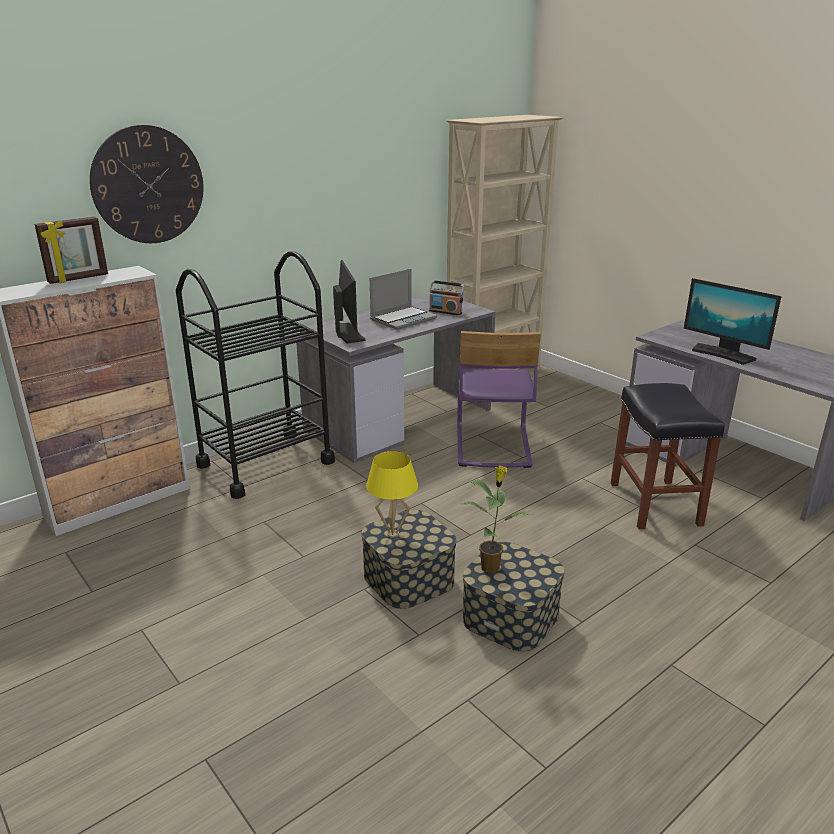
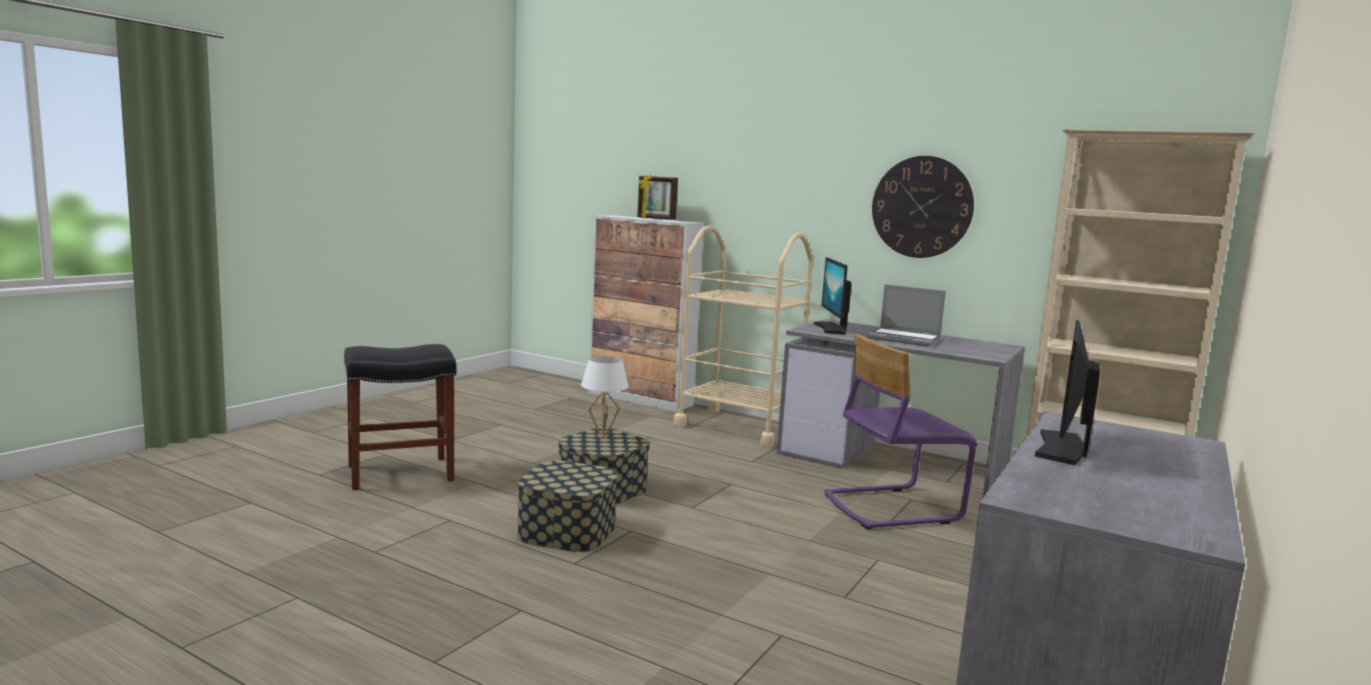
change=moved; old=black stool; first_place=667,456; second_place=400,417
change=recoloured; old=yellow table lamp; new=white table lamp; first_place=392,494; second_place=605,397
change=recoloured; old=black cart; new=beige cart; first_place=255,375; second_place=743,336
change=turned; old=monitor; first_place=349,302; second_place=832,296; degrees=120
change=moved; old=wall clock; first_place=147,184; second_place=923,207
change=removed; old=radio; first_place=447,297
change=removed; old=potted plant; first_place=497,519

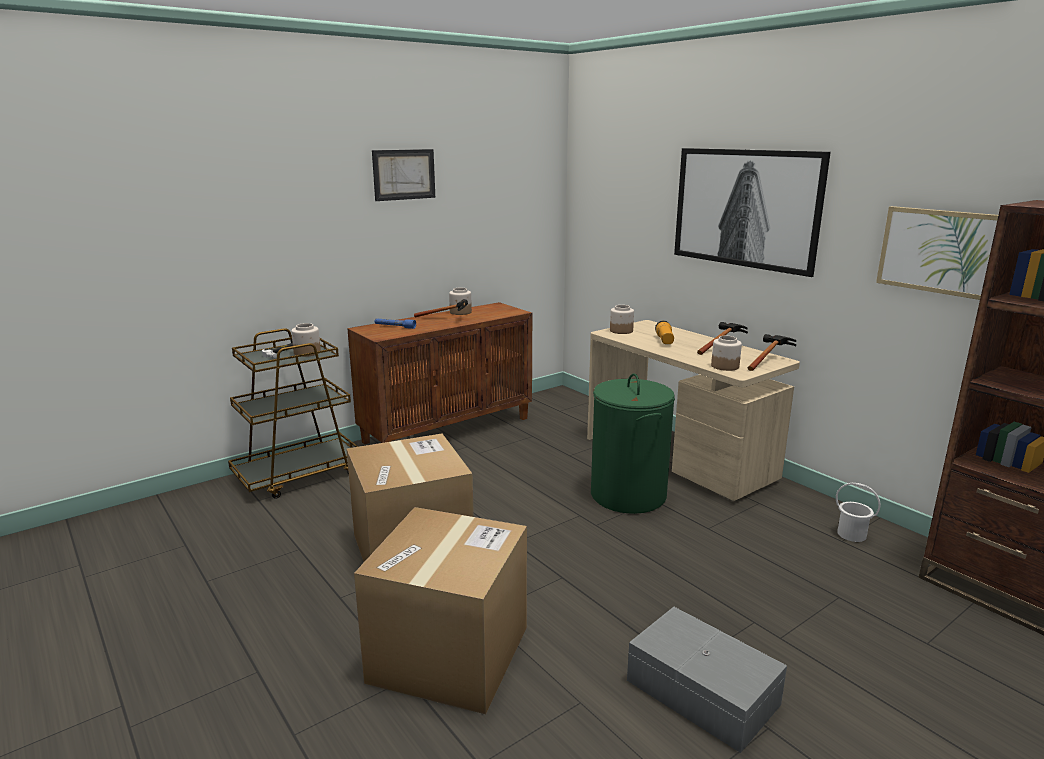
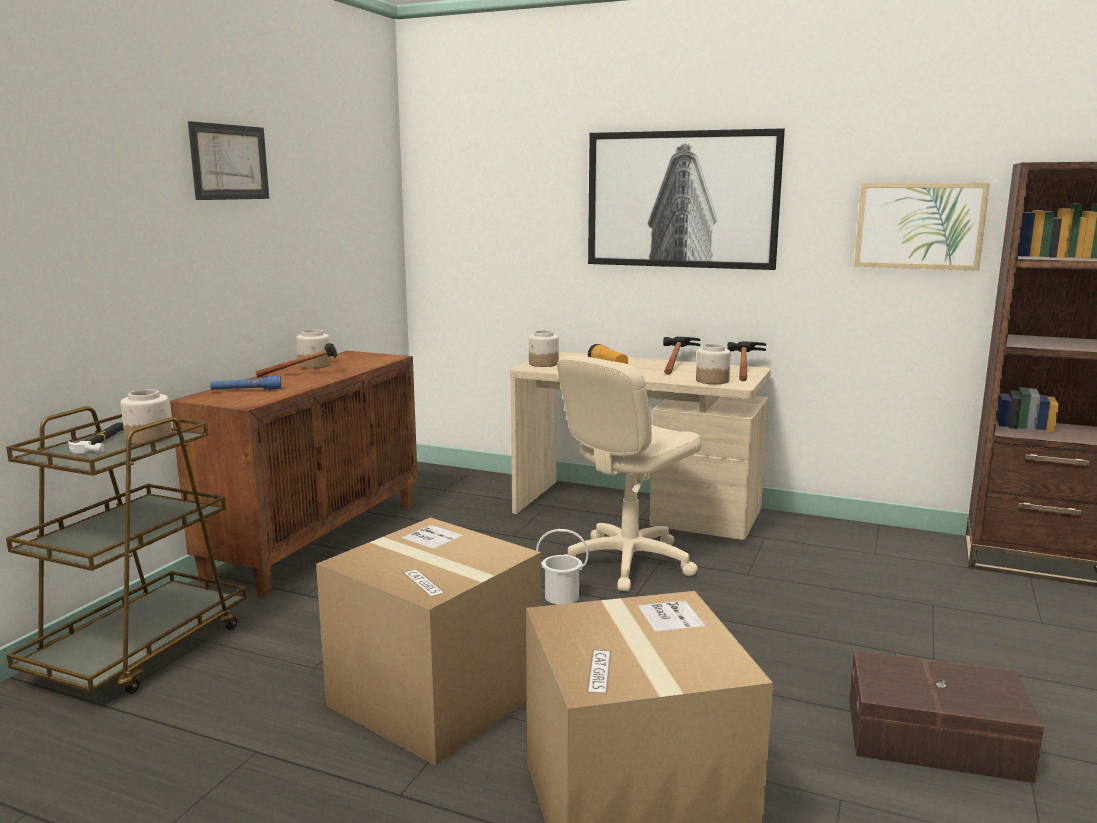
change=moved; old=white bucket; first_place=858,512; second_place=562,567
change=replaced; old=green laundry basket; new=beige office chair; first_place=633,444; second_place=629,473
change=recoloured; old=grey storage box; new=brown storage box; first_place=707,680; second_place=946,717

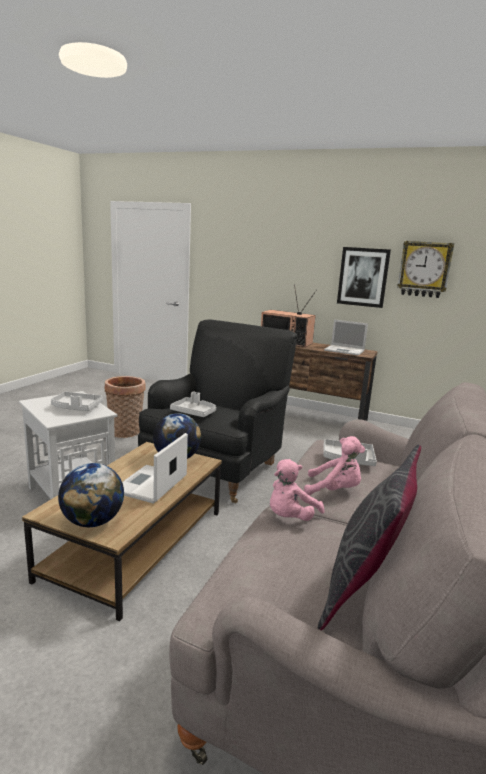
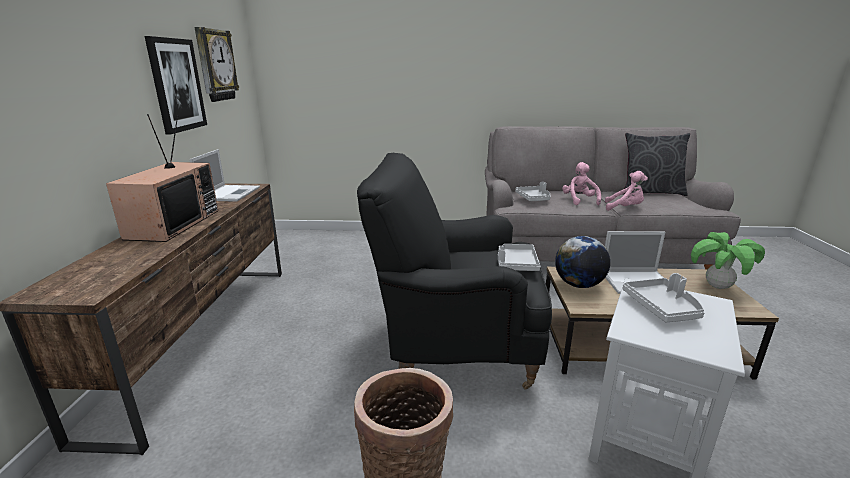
change=replaced; old=globe; new=potted plant; first_place=91,495; second_place=728,260

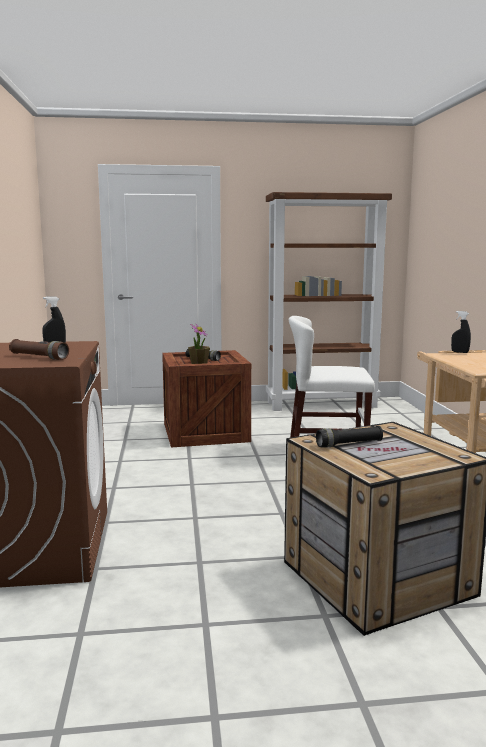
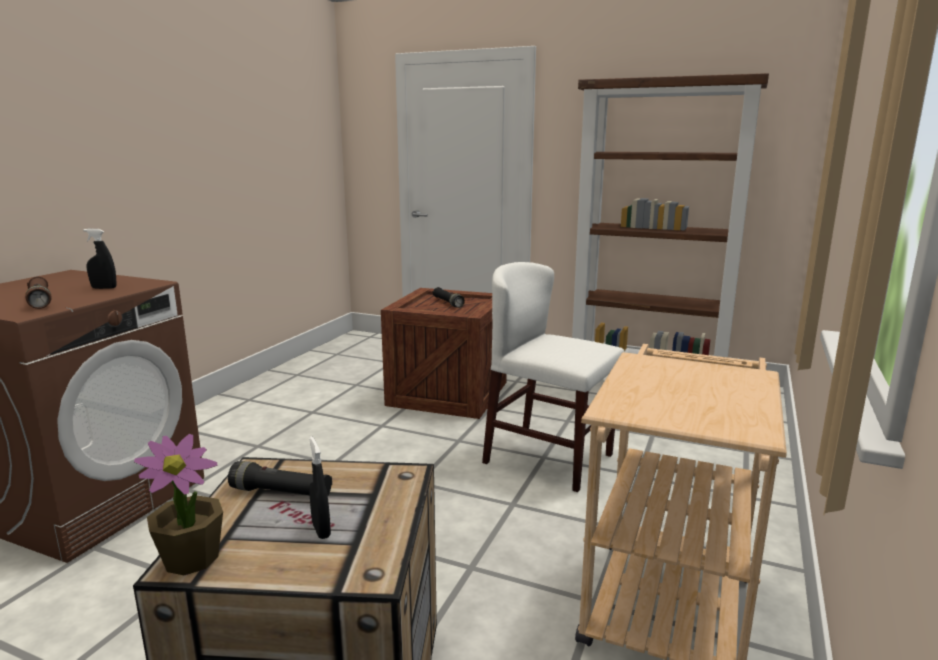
change=moved; old=potted plant; first_place=199,343; second_place=178,504
change=moved; old=black spray bottle; first_place=461,332; second_place=320,487

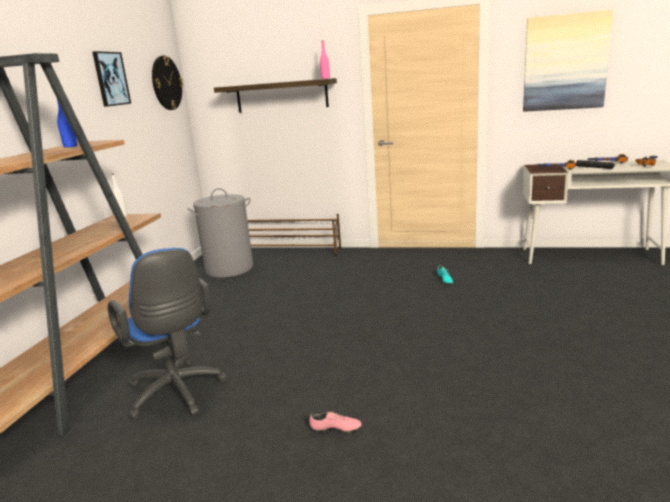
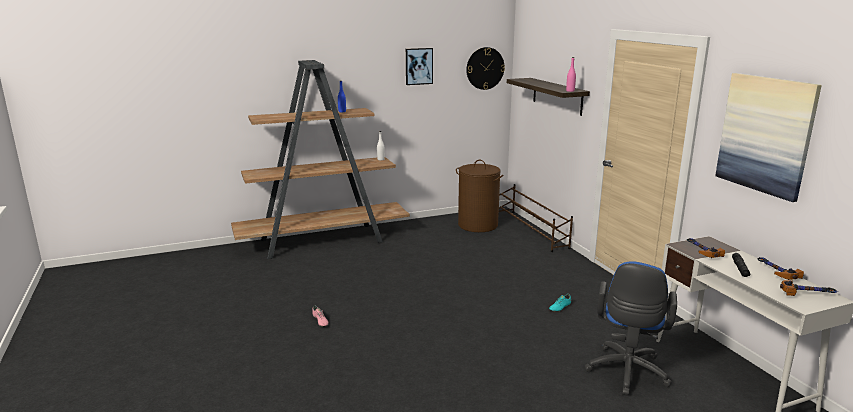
change=recoloured; old=grey laundry basket; new=brown laundry basket; first_place=220,233; second_place=479,196
change=moved; old=blue office chair; first_place=167,334; second_place=631,328

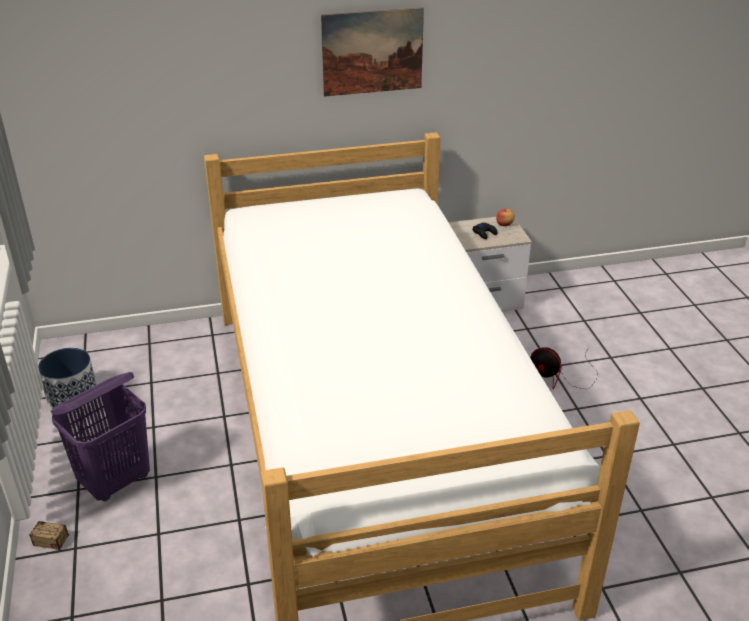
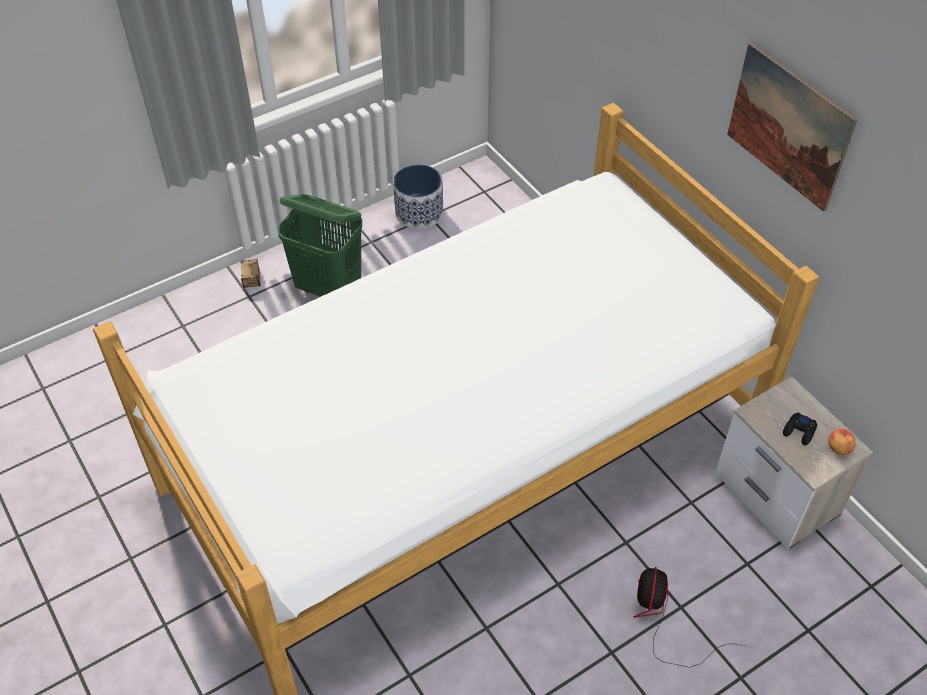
change=recoloured; old=purple laundry basket; new=green laundry basket; first_place=100,436; second_place=319,245

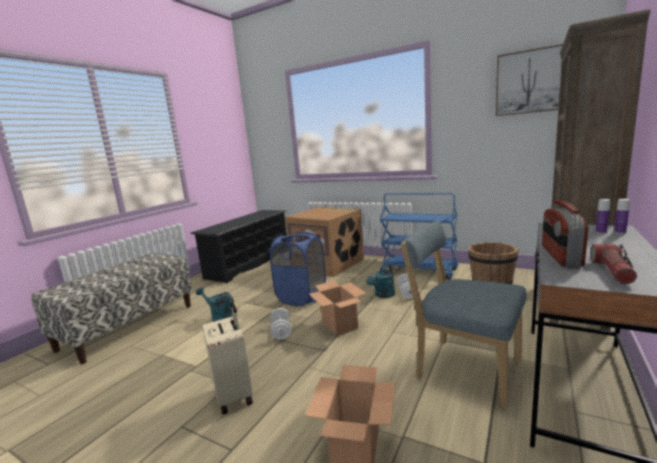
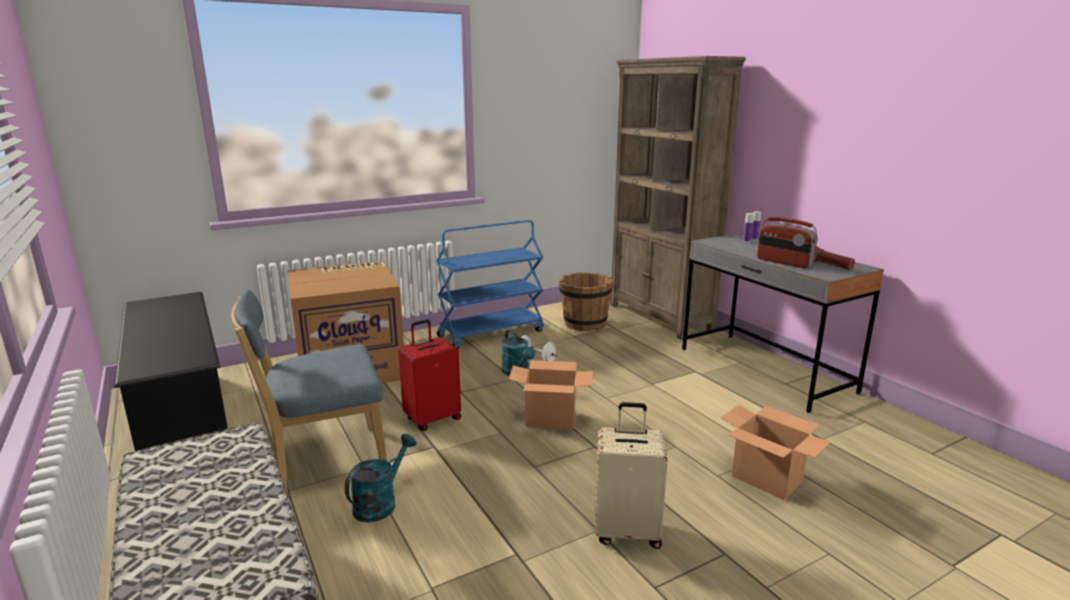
change=moved; old=blue chair; first_place=464,314; second_place=309,391
change=turned; old=turquoise watering can; first_place=215,304; second_place=381,478; degrees=150
change=replaced; old=blue laundry basket; new=red suitcase; first_place=298,269; second_place=429,375
change=removed; old=white dumbbell; first_place=280,324
change=removed; old=picture; first_place=529,80

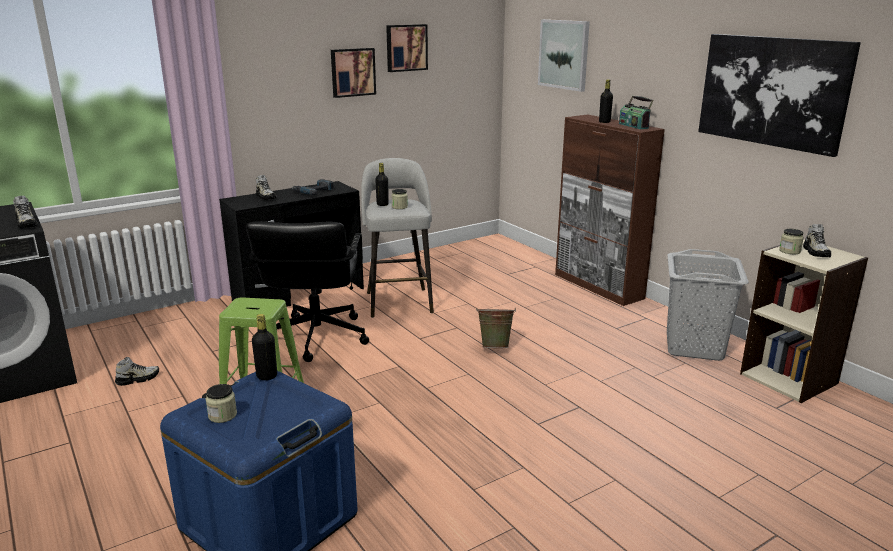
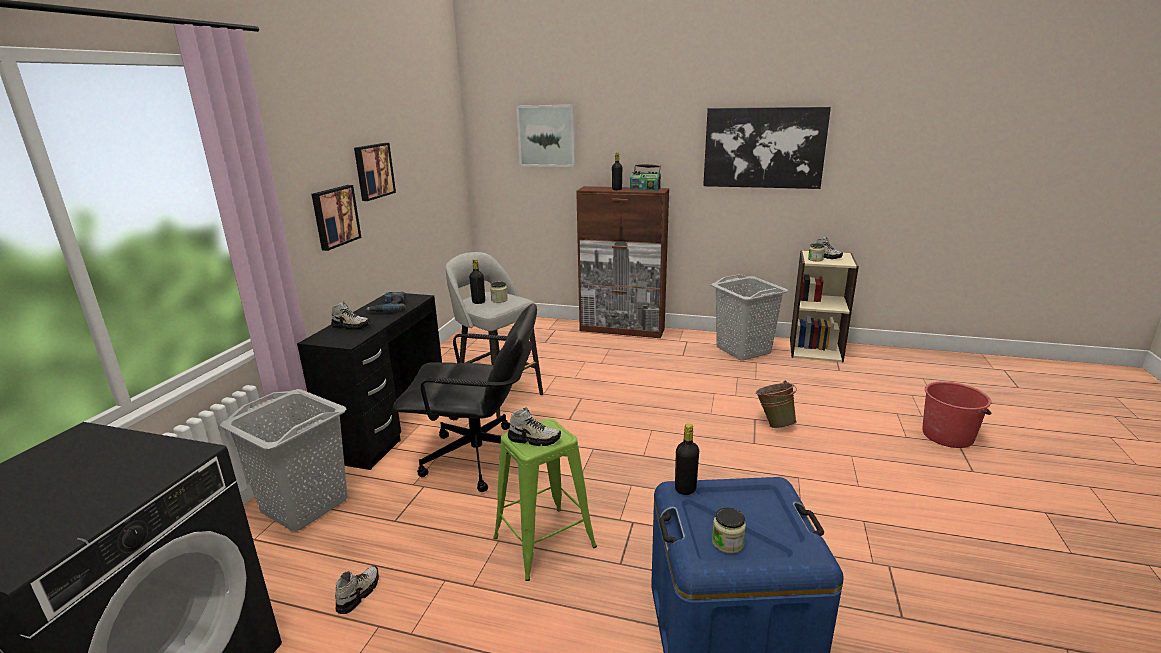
change=added; new=grey laundry basket; second_place=284,460
change=moved; old=picture; first_place=407,48; second_place=337,218
change=turned; old=black office chair; first_place=307,291; second_place=465,398; degrees=-45
change=moved; old=shoe; first_place=25,212; second_place=534,426
change=moved; old=green bucket; first_place=496,327; second_place=776,404
change=added; new=red bucket; second_place=957,414

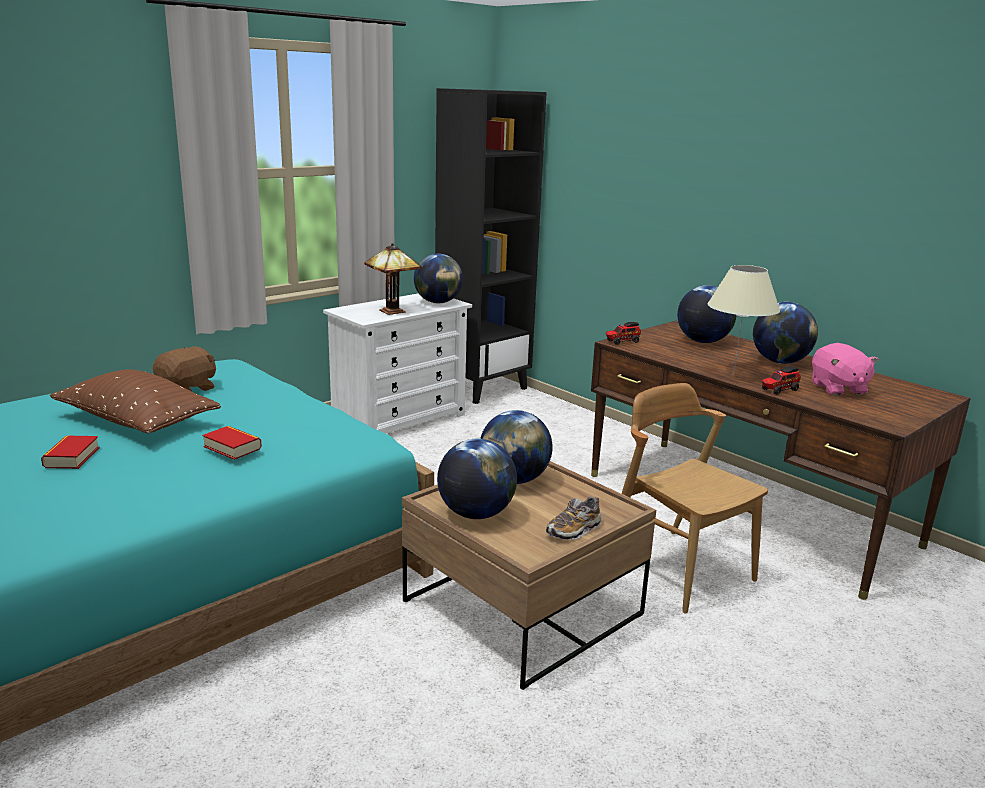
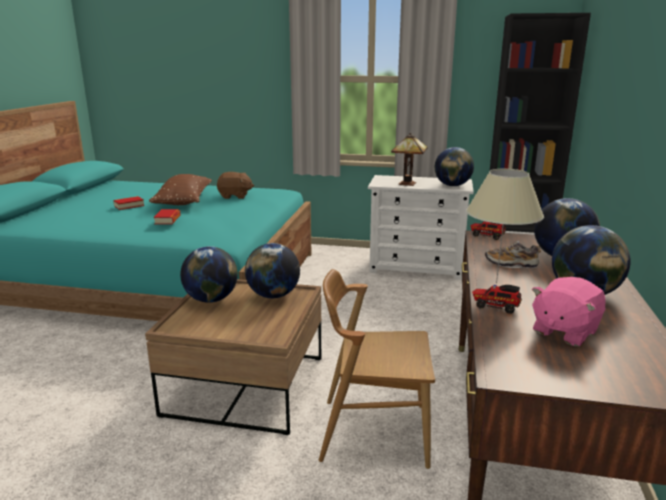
change=turned; old=brown chair; first_place=695,498; second_place=377,369; degrees=-105
change=moved; old=shoe; first_place=573,518; second_place=513,254

